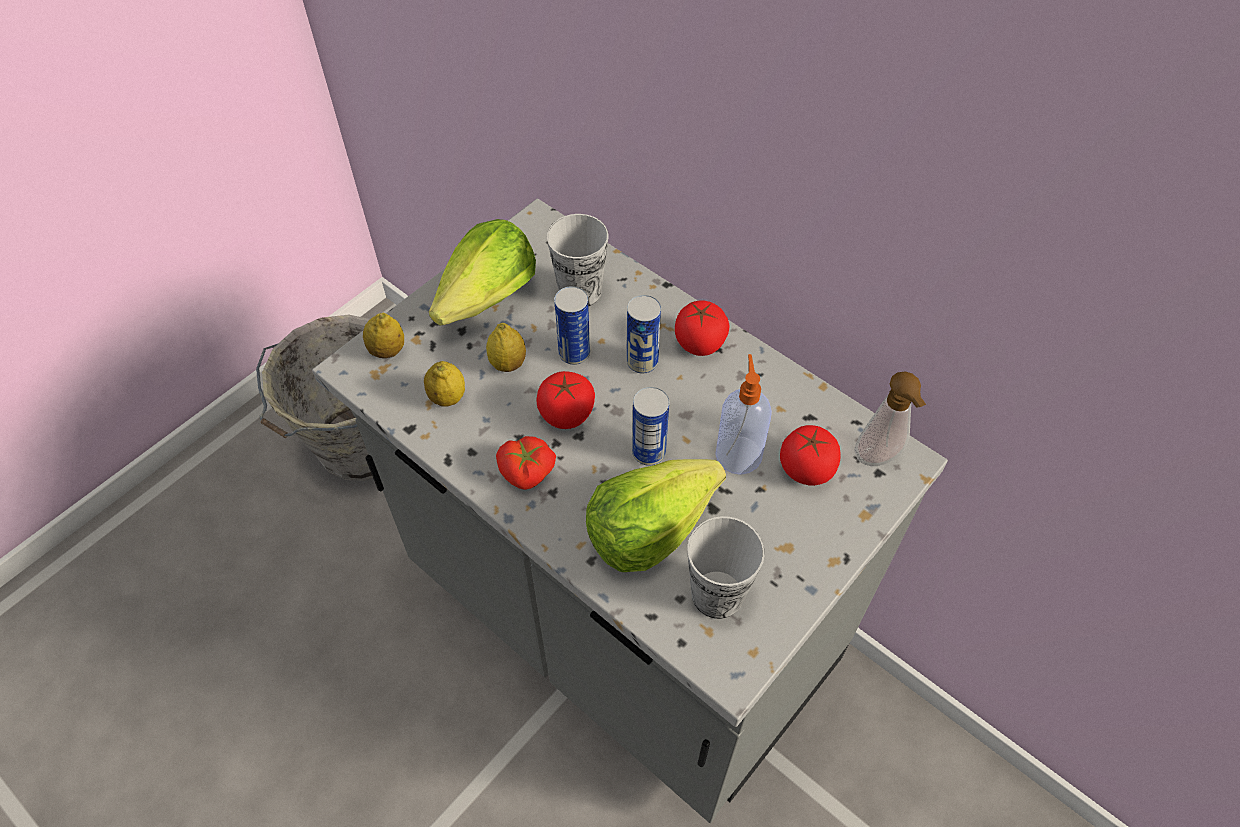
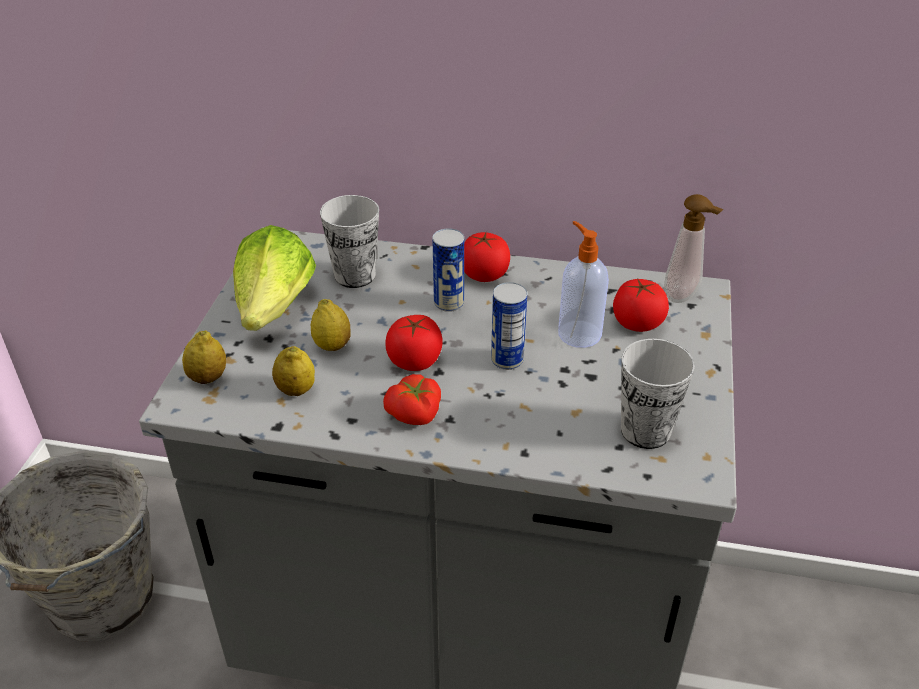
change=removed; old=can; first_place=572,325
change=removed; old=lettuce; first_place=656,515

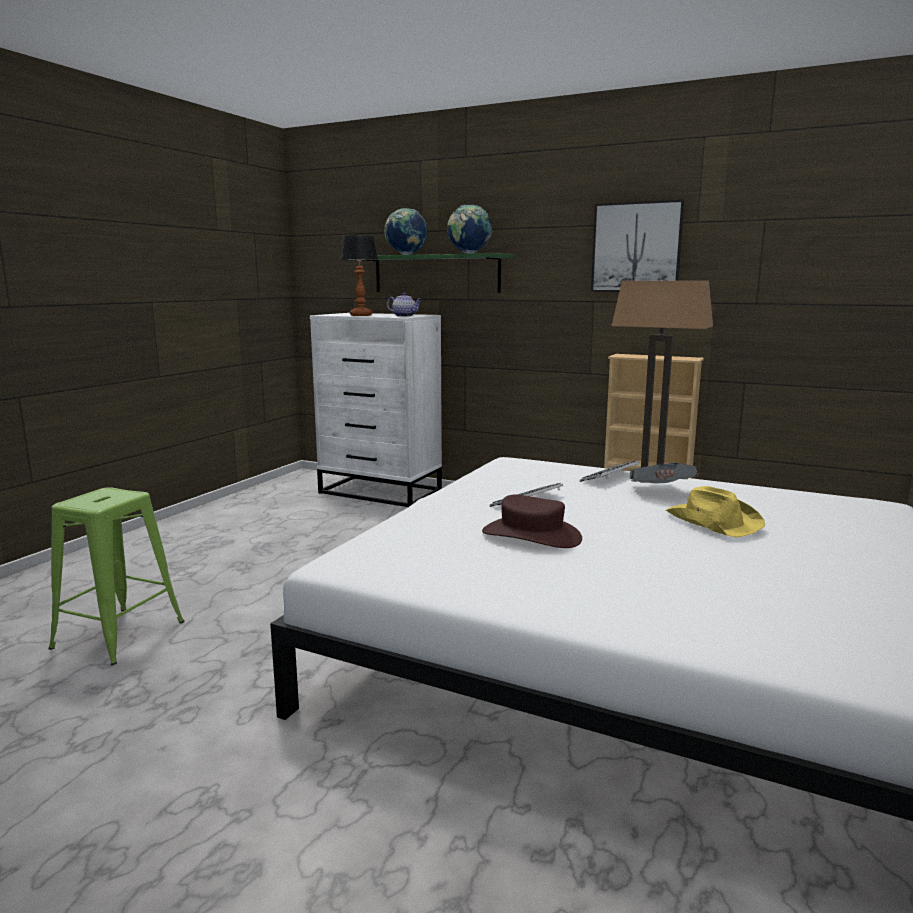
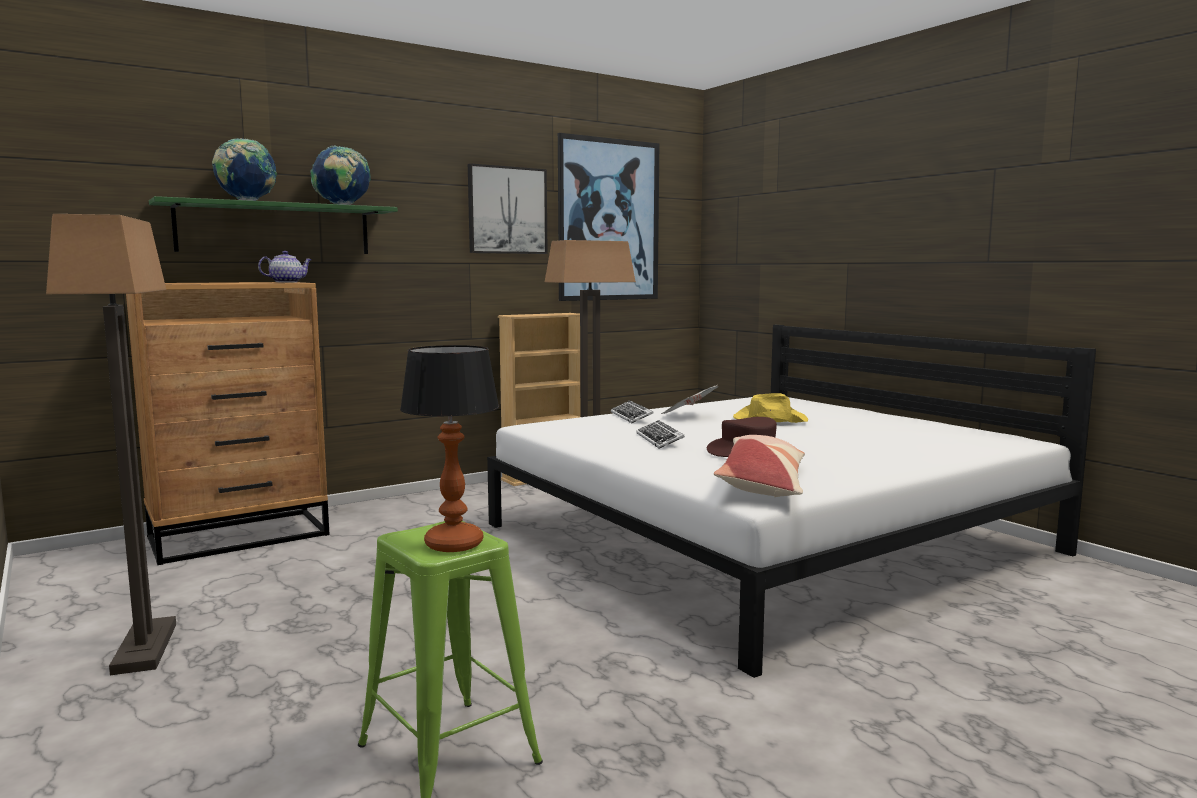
change=added; new=floor lamp; second_place=111,444
change=recoloured; old=white dresser; new=brown dresser; first_place=376,410; second_place=228,423
change=moved; old=table lamp; first_place=359,275; second_place=449,448
change=added; new=picture; second_place=608,217
change=added; new=pillow; second_place=759,466

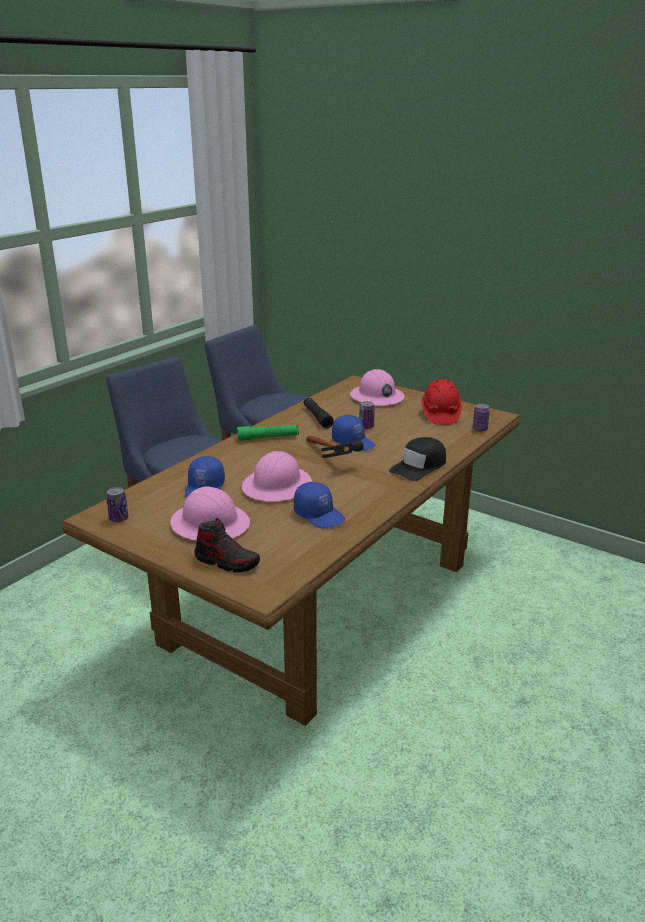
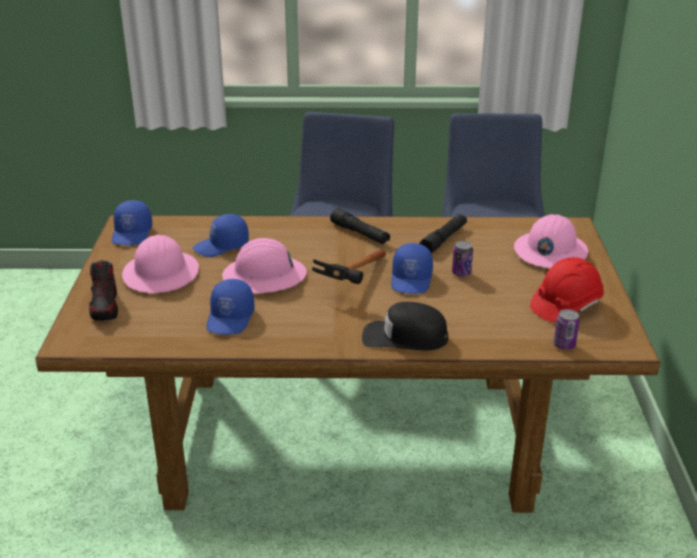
change=replaced; old=can; new=blue cap; first_place=117,504; second_place=132,222
change=recoloured; old=green flashlight; new=black flashlight; first_place=268,433; second_place=360,226

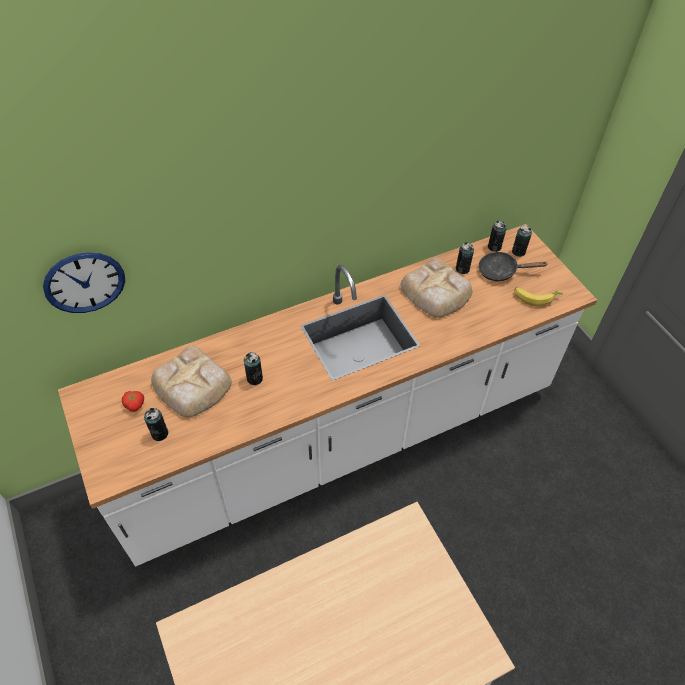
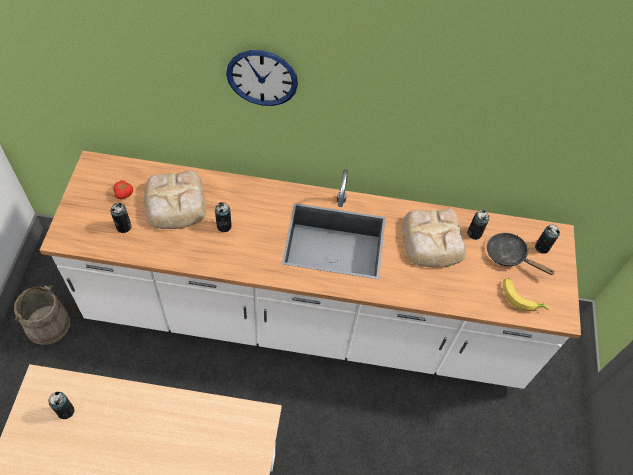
change=added; new=beige bucket; second_place=42,315
change=moved; old=can; first_place=497,236; second_place=61,405
change=moved; old=wall clock; first_place=84,282; second_place=262,78

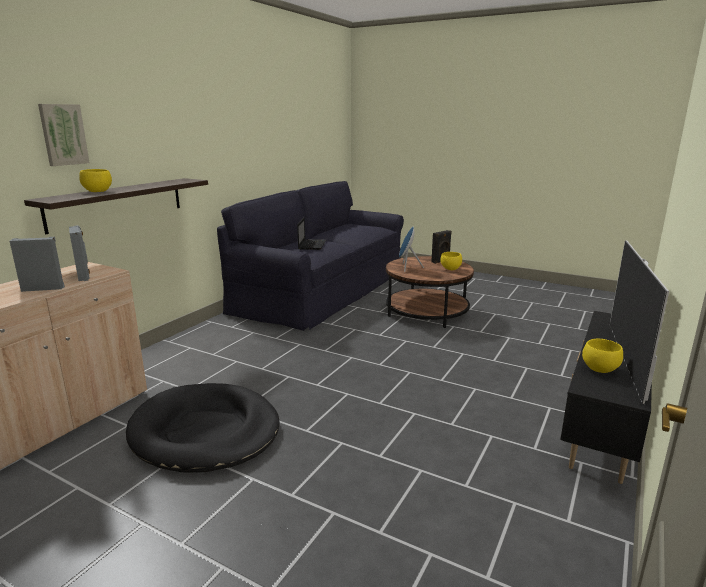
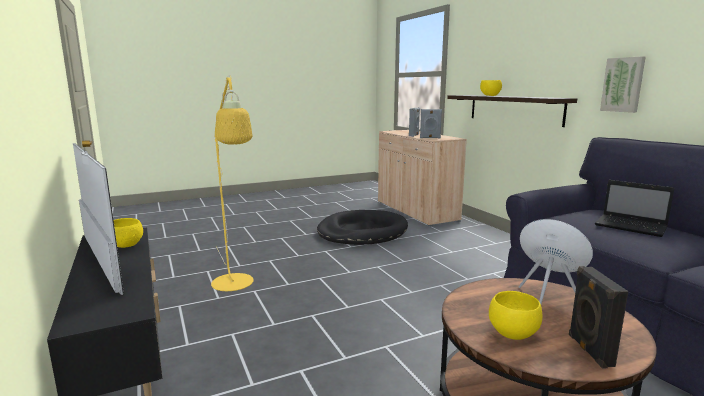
change=added; new=yellow floor lamp; second_place=232,183
change=moved; old=picture; first_place=63,135; second_place=622,84

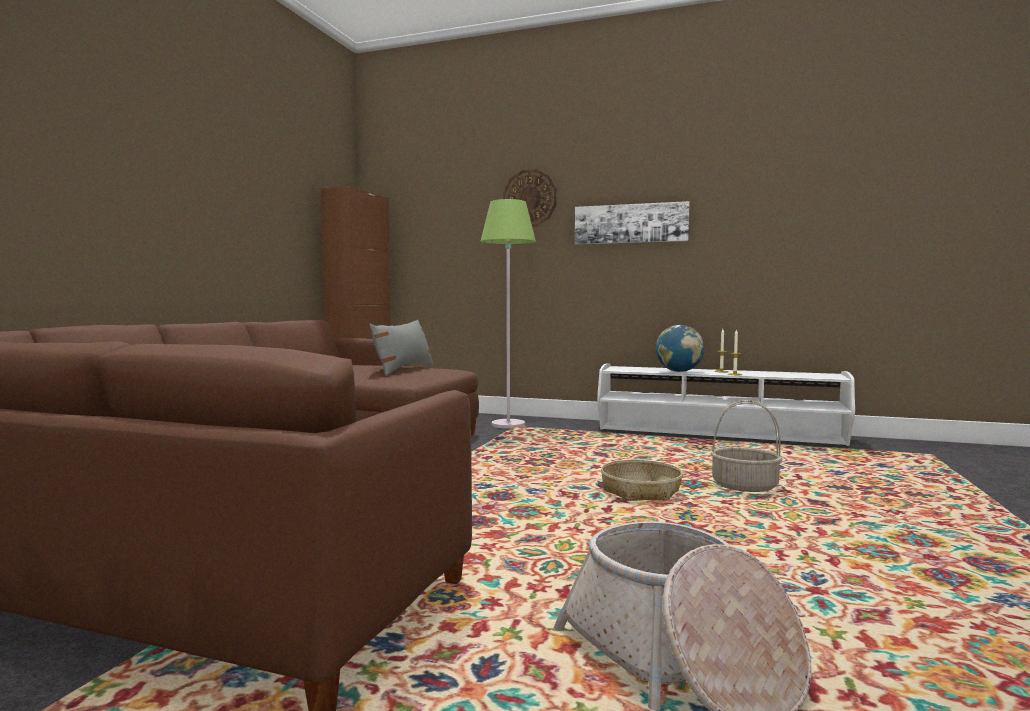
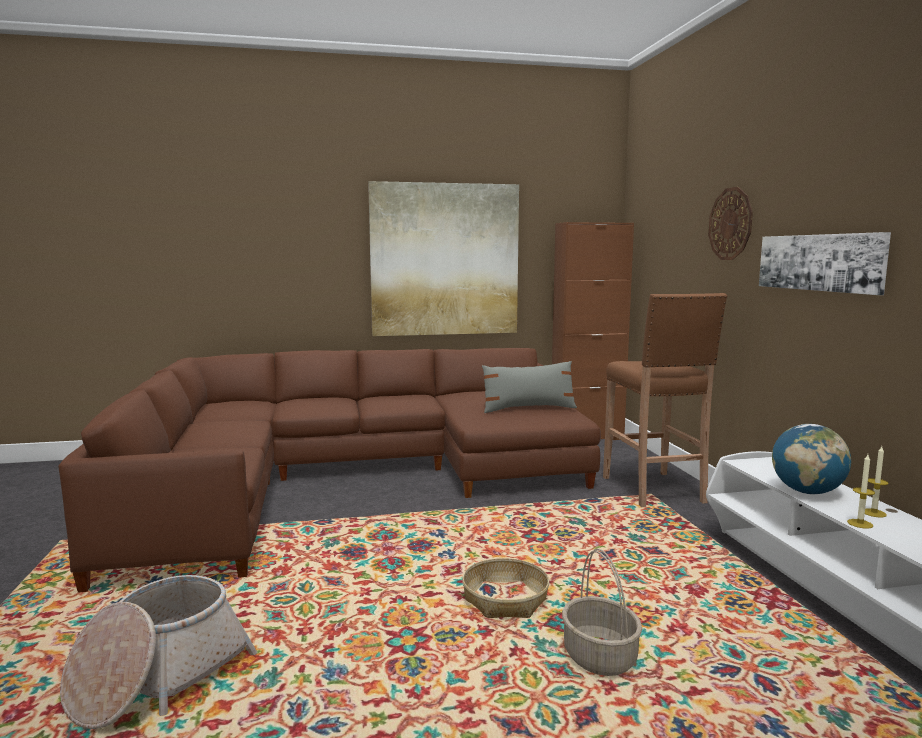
change=added; new=picture; second_place=443,258
change=replaced; old=green floor lamp; new=brown stool; first_place=508,314; second_place=665,400

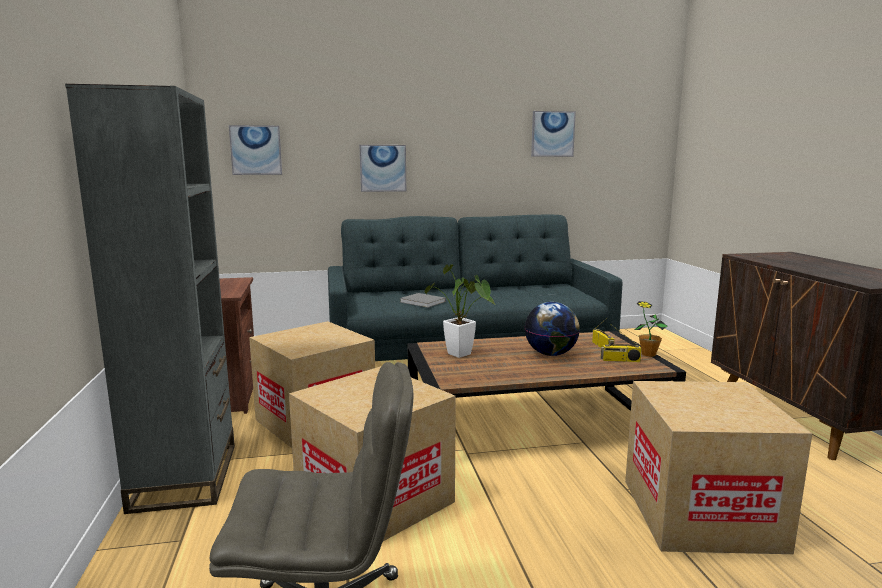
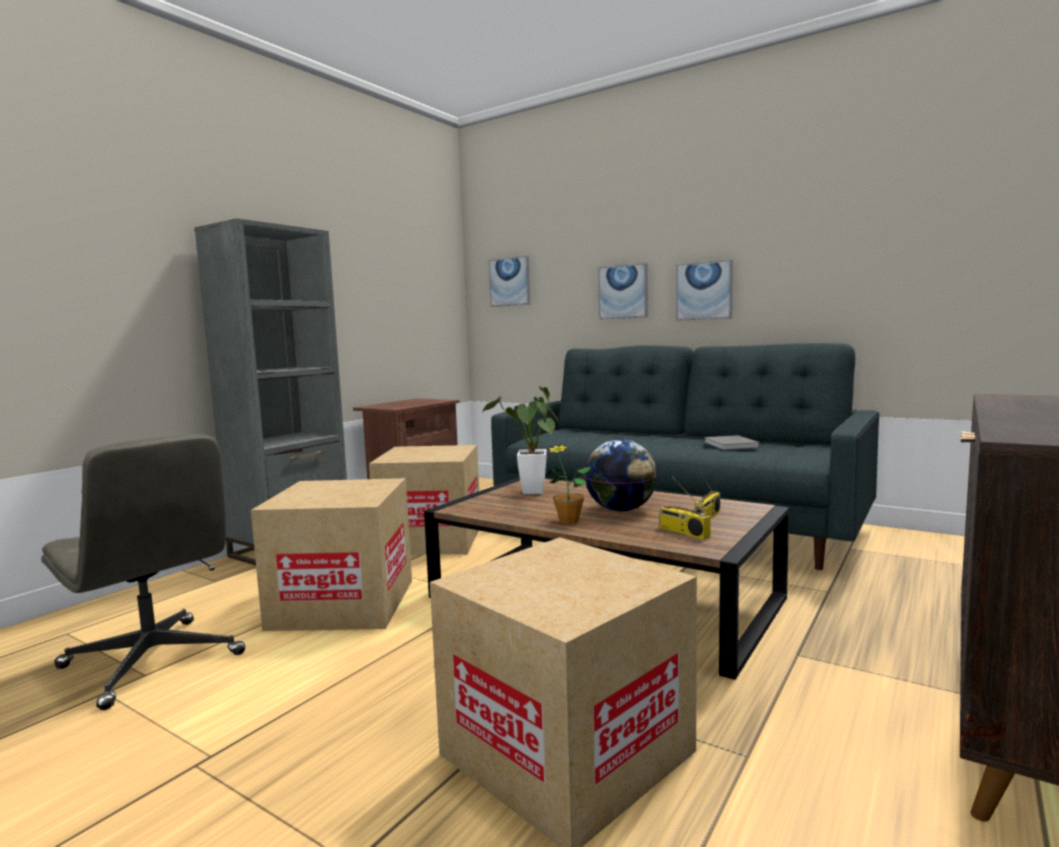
change=moved; old=potted plant; first_place=651,329; second_place=569,484
change=moved; old=picture; first_place=553,134; second_place=704,290
change=moved; old=grey book; first_place=423,300; second_place=732,442

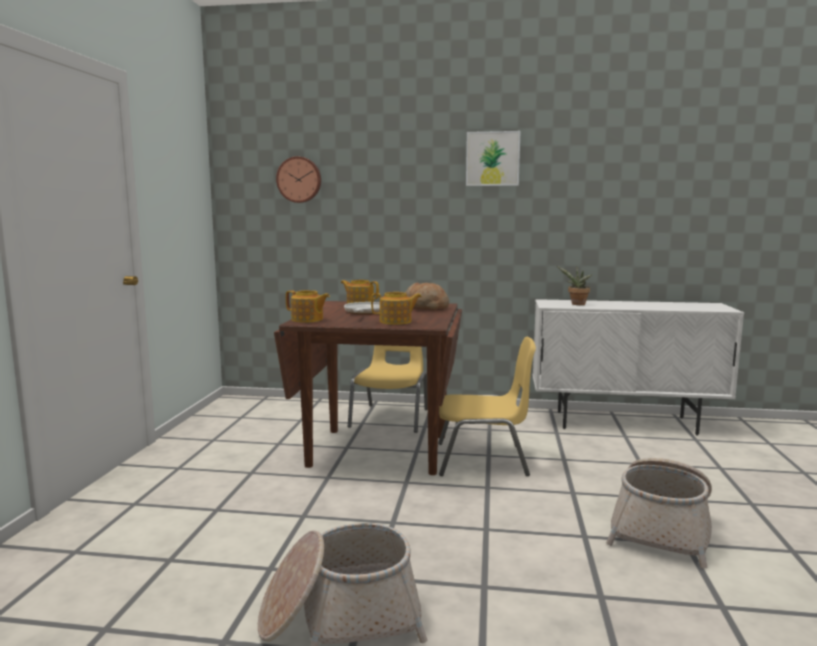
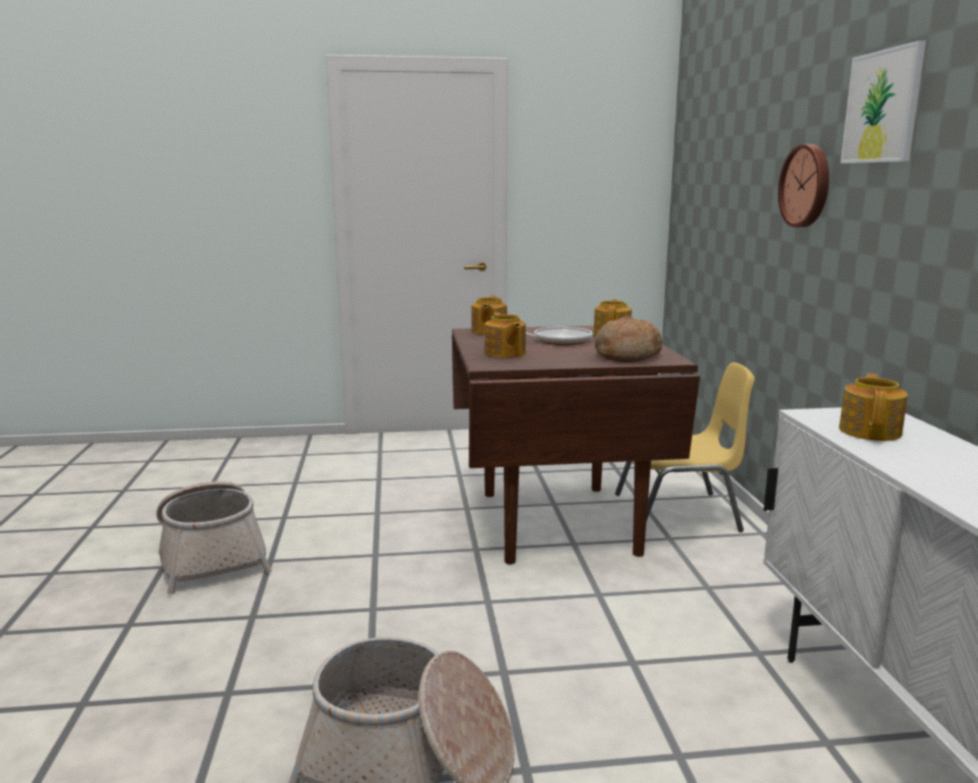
change=moved; old=wall clock; first_place=298,179; second_place=803,185
change=replaced; old=potted plant; new=teapot; first_place=575,285; second_place=873,407
change=removed; old=yellow chair; first_place=487,406

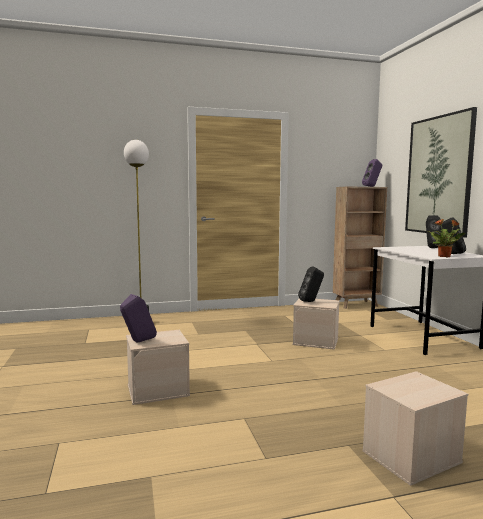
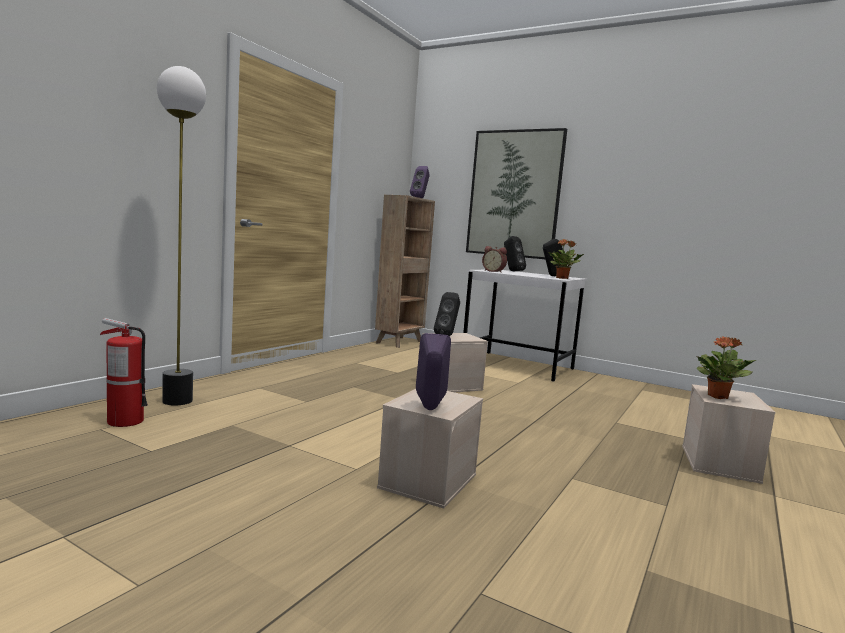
change=added; new=fire extinguisher; second_place=124,372
change=added; new=alarm clock; second_place=494,259
change=added; new=potted plant; second_place=726,367

